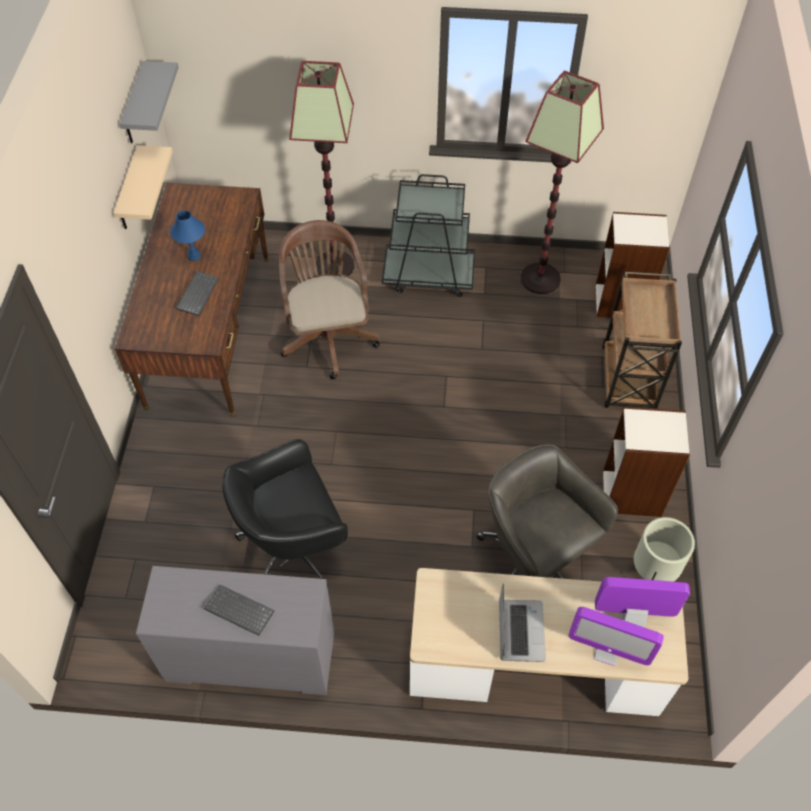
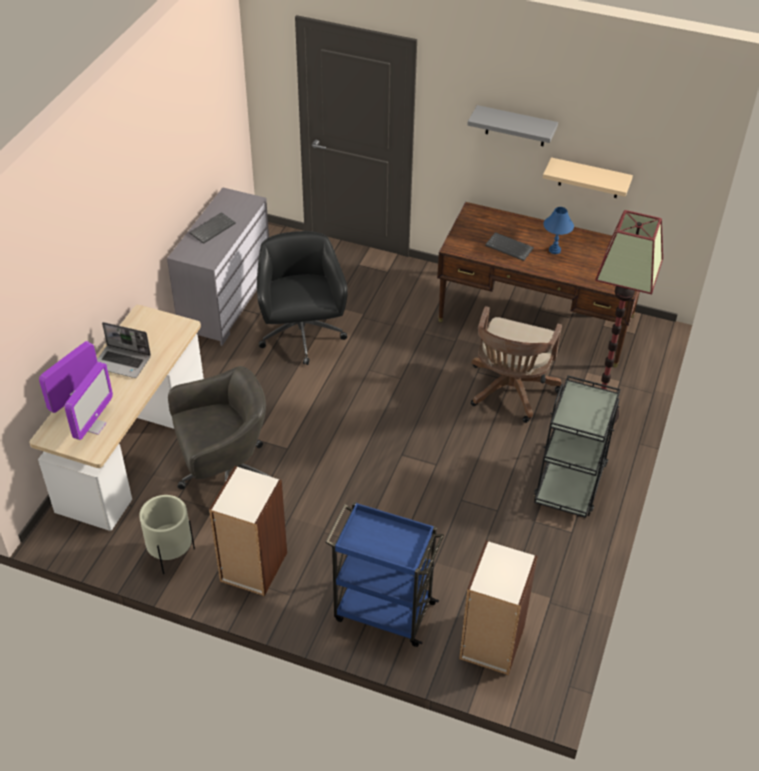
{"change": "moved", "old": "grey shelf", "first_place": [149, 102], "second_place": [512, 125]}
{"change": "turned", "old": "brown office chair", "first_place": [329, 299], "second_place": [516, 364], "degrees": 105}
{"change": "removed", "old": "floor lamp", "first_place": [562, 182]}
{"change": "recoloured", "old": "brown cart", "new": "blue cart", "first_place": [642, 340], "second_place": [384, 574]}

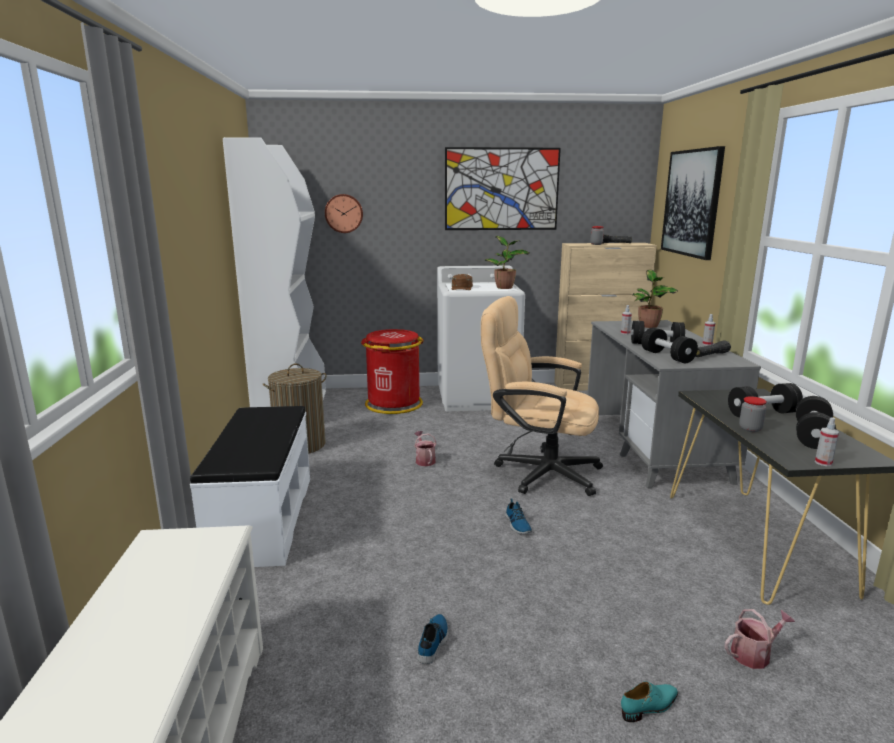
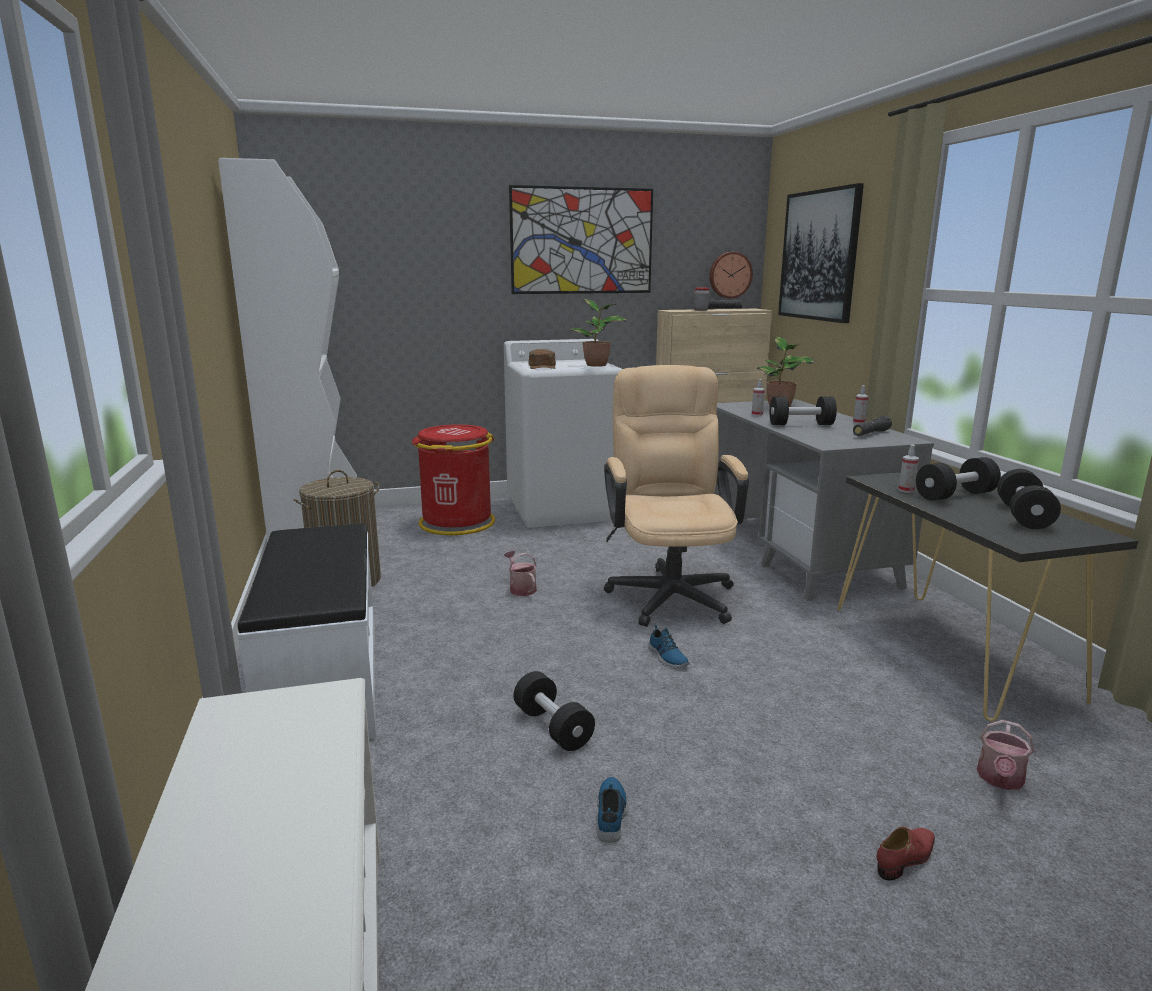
{"change": "moved", "old": "wall clock", "first_place": [344, 213], "second_place": [731, 275]}
{"change": "turned", "old": "beige office chair", "first_place": [542, 396], "second_place": [676, 496], "degrees": 75}
{"change": "recoloured", "old": "turquoise shoe", "new": "red shoe", "first_place": [649, 701], "second_place": [906, 853]}
{"change": "moved", "old": "black dumbbell", "first_place": [669, 345], "second_place": [554, 711]}
{"change": "turned", "old": "watering can", "first_place": [759, 639], "second_place": [1005, 755], "degrees": 150}
{"change": "removed", "old": "jar", "first_place": [753, 414]}
{"change": "moved", "old": "spray bottle", "first_place": [827, 442], "second_place": [909, 469]}

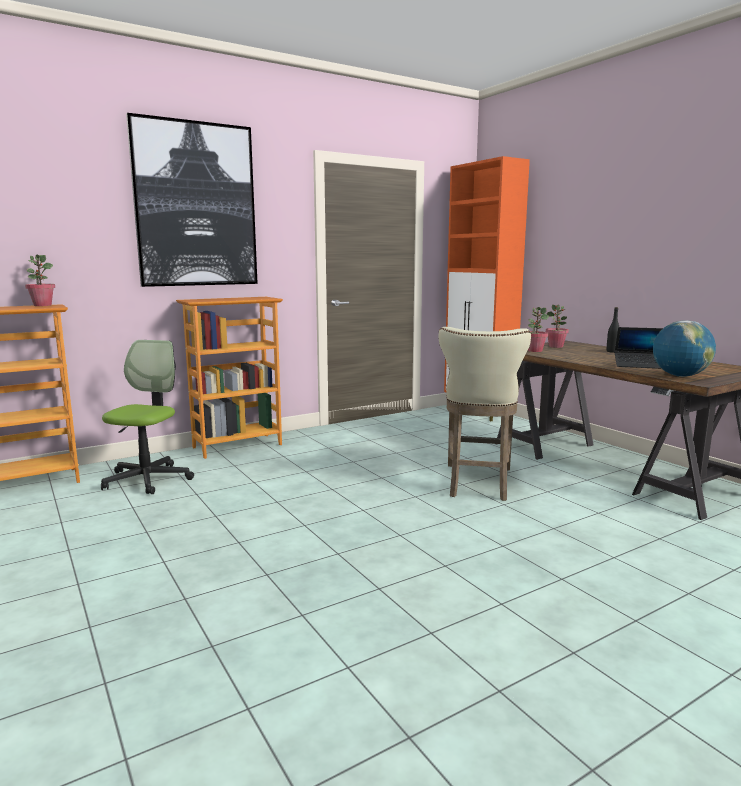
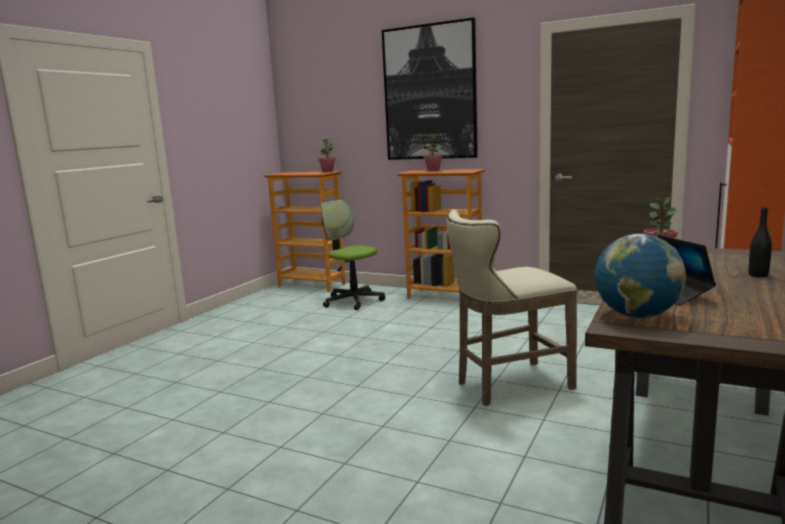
{"change": "turned", "old": "office chair", "first_place": [147, 417], "second_place": [353, 255], "degrees": -120}
{"change": "moved", "old": "potted plant", "first_place": [557, 326], "second_place": [433, 152]}

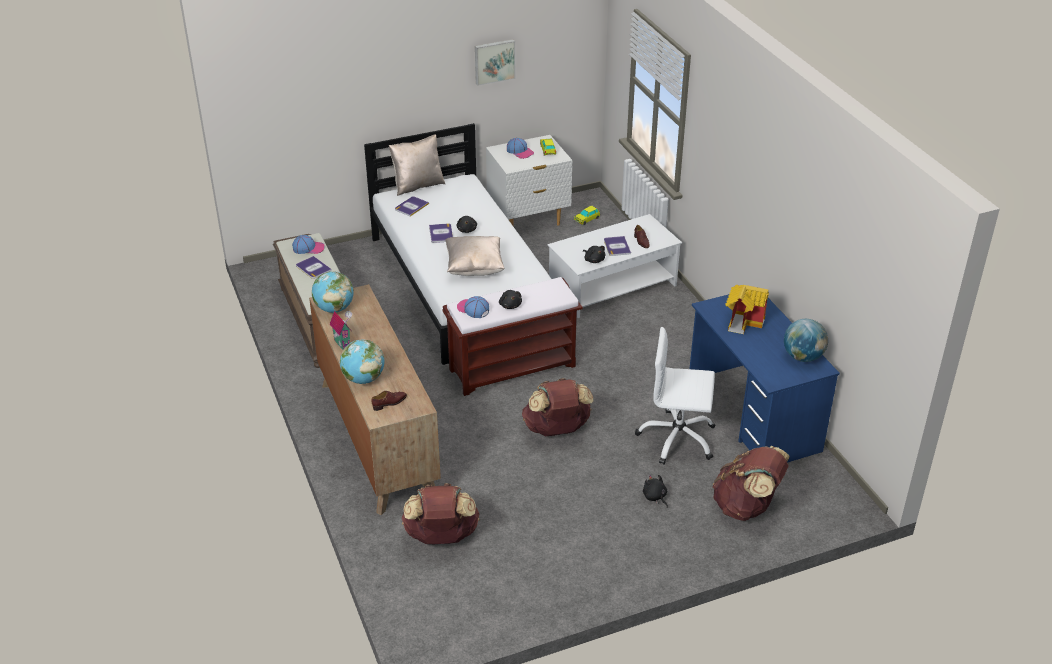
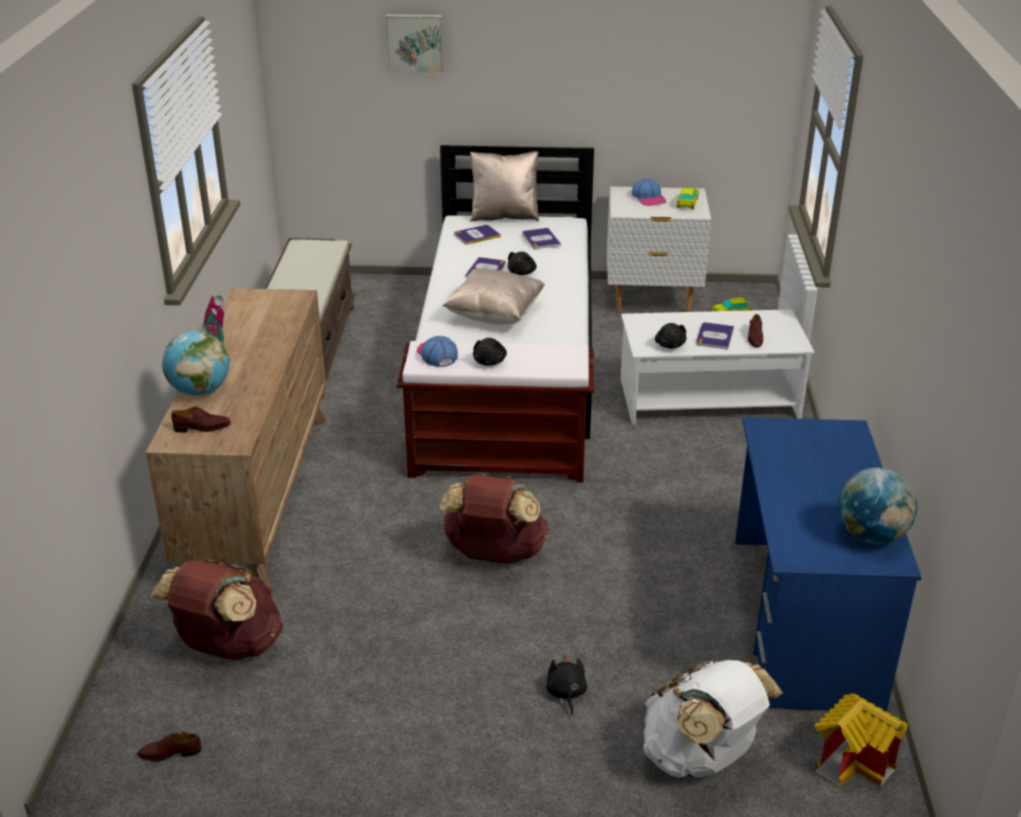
{"change": "removed", "old": "cap", "first_place": [308, 244]}
{"change": "moved", "old": "book", "first_place": [314, 267], "second_place": [541, 238]}
{"change": "removed", "old": "globe", "first_place": [333, 292]}
{"change": "moved", "old": "picture", "first_place": [495, 62], "second_place": [414, 43]}
{"change": "removed", "old": "white office chair", "first_place": [675, 396]}
{"change": "recoloured", "old": "brown backpack", "new": "white backpack", "first_place": [751, 483], "second_place": [713, 719]}
{"change": "moved", "old": "toy house", "first_place": [747, 309], "second_place": [861, 740]}
{"change": "added", "new": "brown shoe", "second_place": [169, 746]}

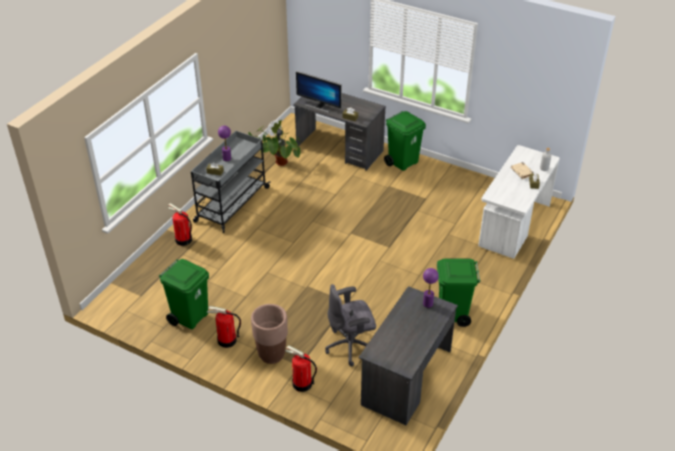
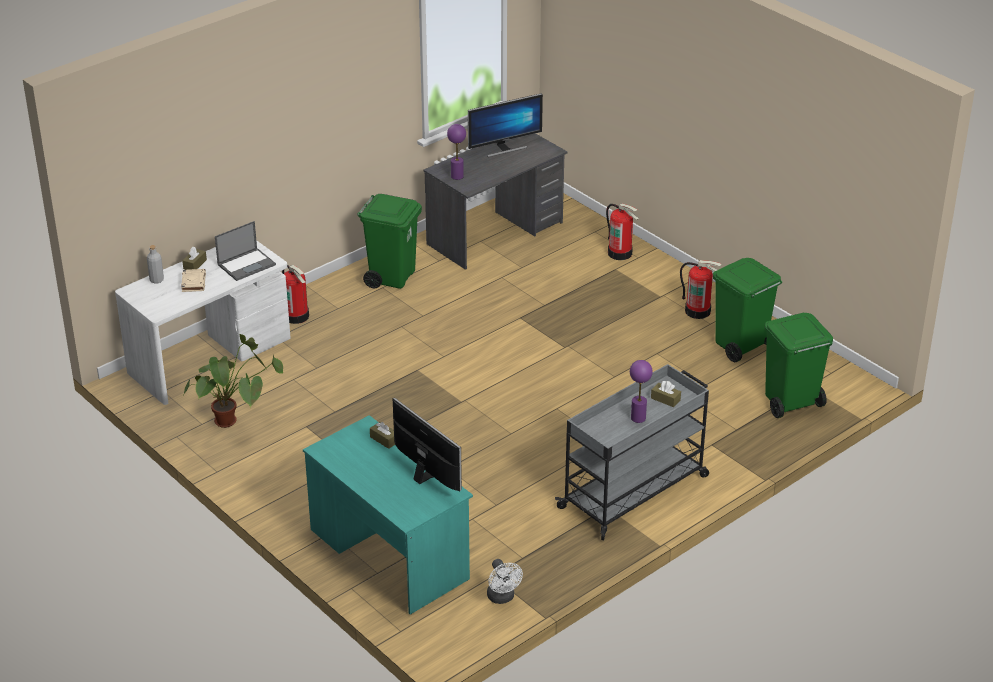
{"change": "moved", "old": "fire extinguisher", "first_place": [180, 224], "second_place": [295, 294]}
{"change": "moved", "old": "potted plant", "first_place": [274, 143], "second_place": [233, 381]}
{"change": "removed", "old": "brown planter", "first_place": [269, 334]}
{"change": "recoloured", "old": "grey desk", "new": "turquoise desk", "first_place": [339, 132], "second_place": [388, 515]}
{"change": "removed", "old": "grey office chair", "first_place": [350, 325]}
{"change": "moved", "old": "green trash can", "first_place": [405, 141], "second_place": [799, 365]}
{"change": "added", "new": "laptop", "second_place": [245, 251]}
{"change": "added", "new": "monitor", "second_place": [505, 125]}

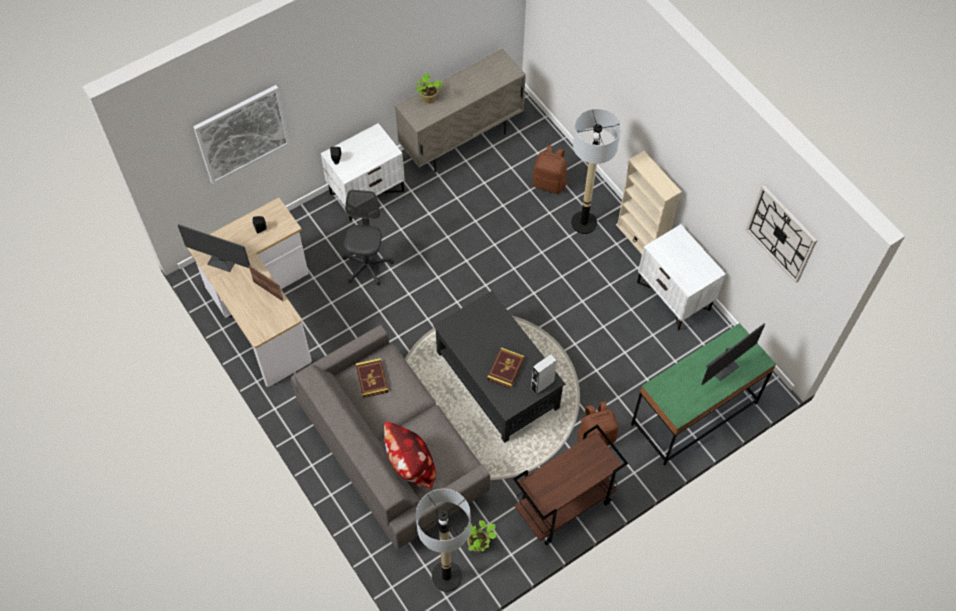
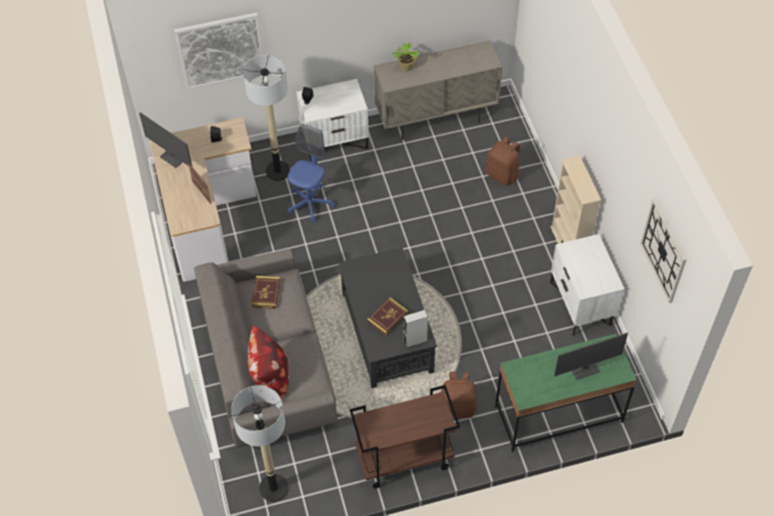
{"change": "recoloured", "old": "grey office chair", "new": "blue office chair", "first_place": [368, 237], "second_place": [311, 173]}
{"change": "removed", "old": "potted plant", "first_place": [480, 536]}
{"change": "moved", "old": "floor lamp", "first_place": [596, 171], "second_place": [266, 118]}

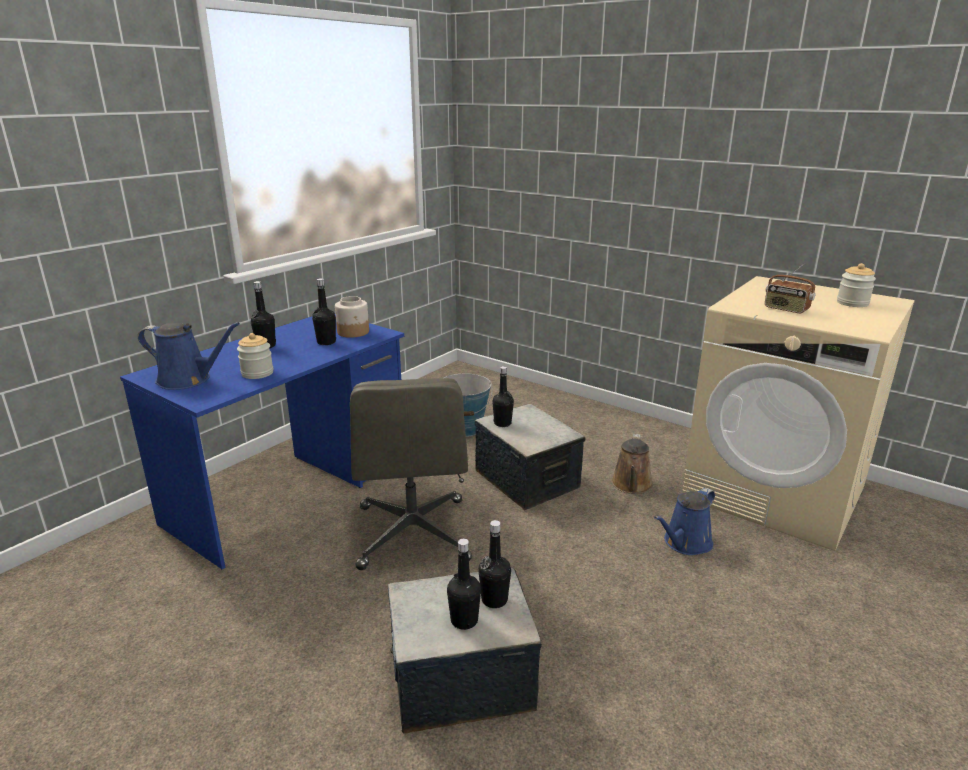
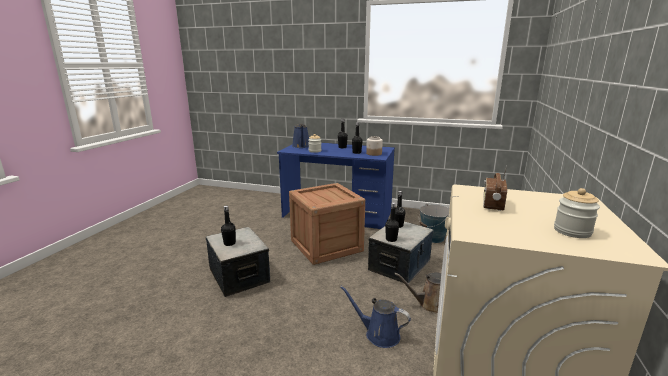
{"change": "replaced", "old": "grey office chair", "new": "crate", "first_place": [411, 474], "second_place": [327, 224]}
{"change": "moved", "old": "black bottle", "first_place": [494, 564], "second_place": [392, 222]}

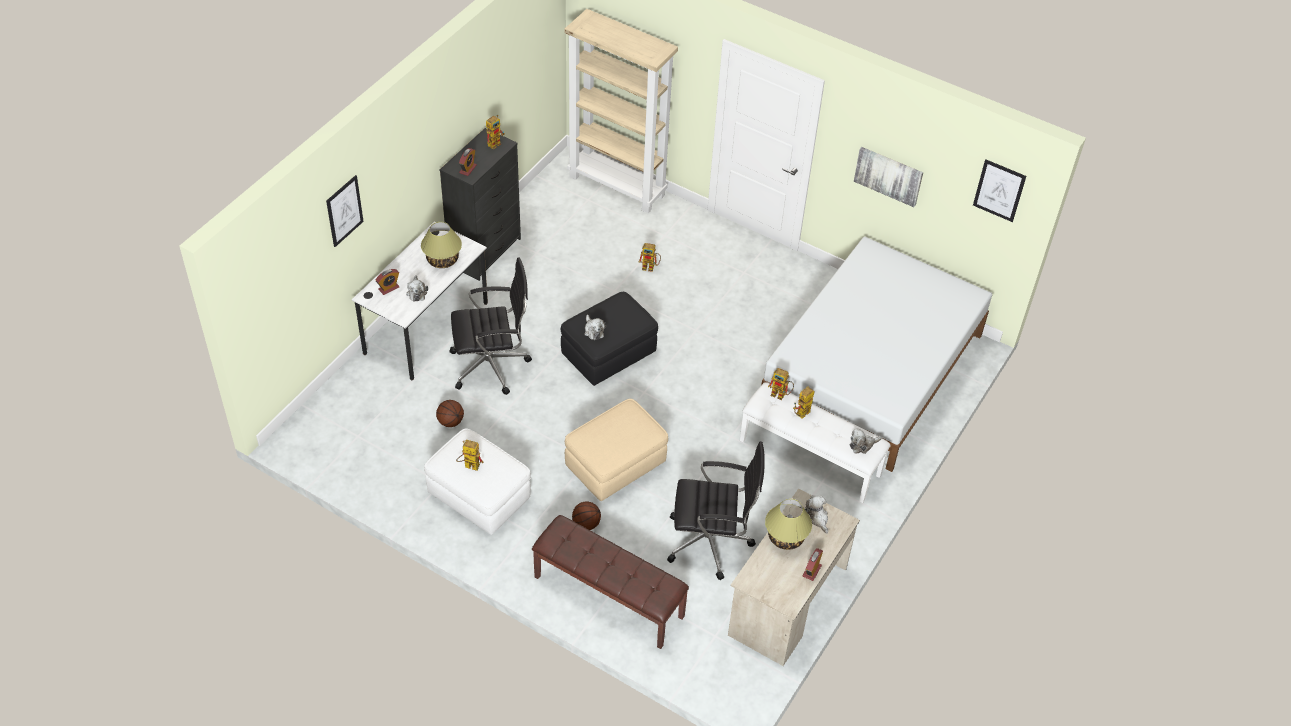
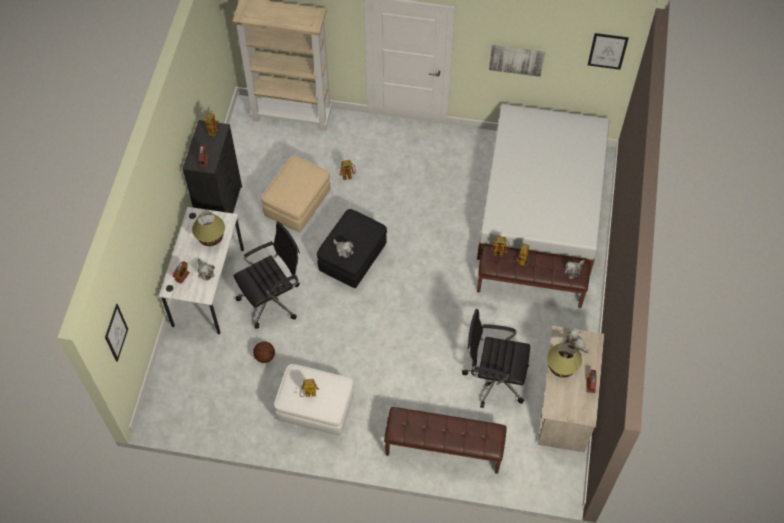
{"change": "moved", "old": "picture", "first_place": [345, 211], "second_place": [116, 333]}
{"change": "moved", "old": "beige ottoman", "first_place": [616, 450], "second_place": [296, 194]}
{"change": "removed", "old": "basketball", "first_place": [586, 515]}
{"change": "turned", "old": "black office chair", "first_place": [716, 510], "second_place": [496, 358], "degrees": -150}
{"change": "recoloured", "old": "white bench", "new": "brown bench", "first_place": [815, 442], "second_place": [533, 277]}

